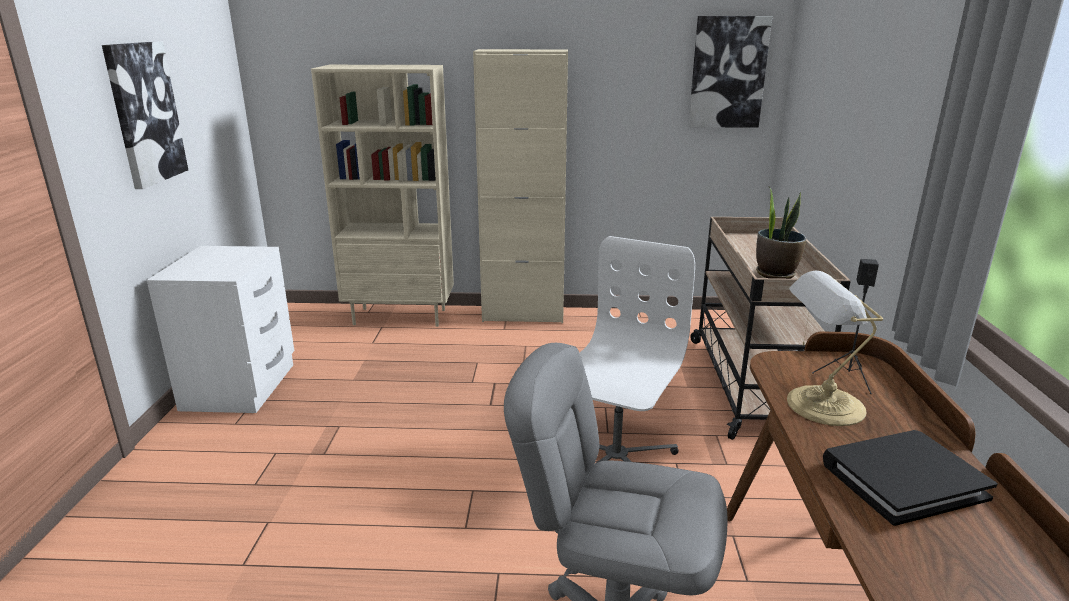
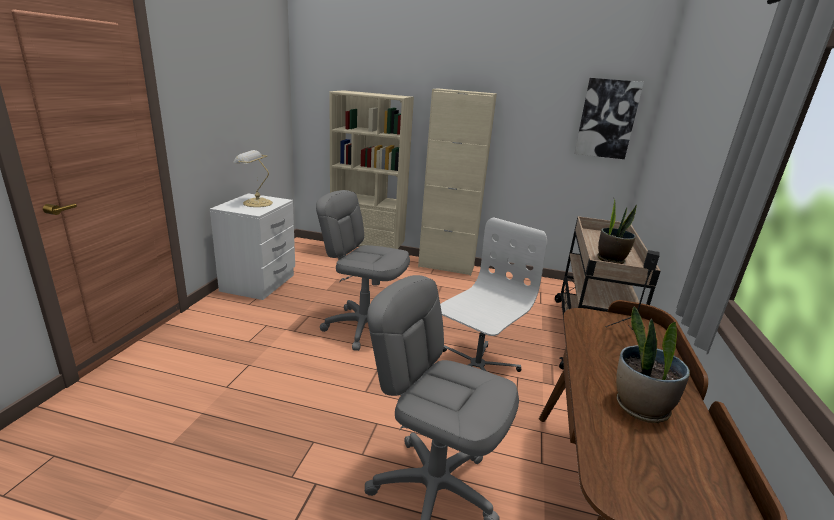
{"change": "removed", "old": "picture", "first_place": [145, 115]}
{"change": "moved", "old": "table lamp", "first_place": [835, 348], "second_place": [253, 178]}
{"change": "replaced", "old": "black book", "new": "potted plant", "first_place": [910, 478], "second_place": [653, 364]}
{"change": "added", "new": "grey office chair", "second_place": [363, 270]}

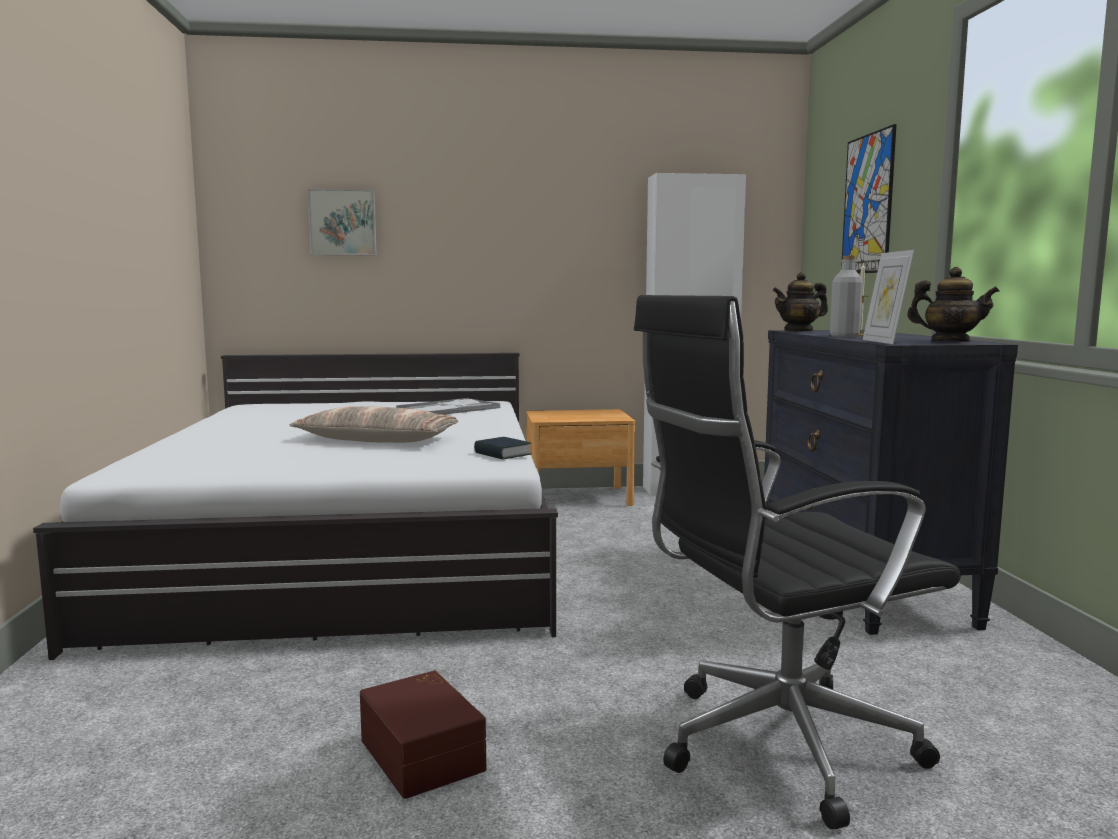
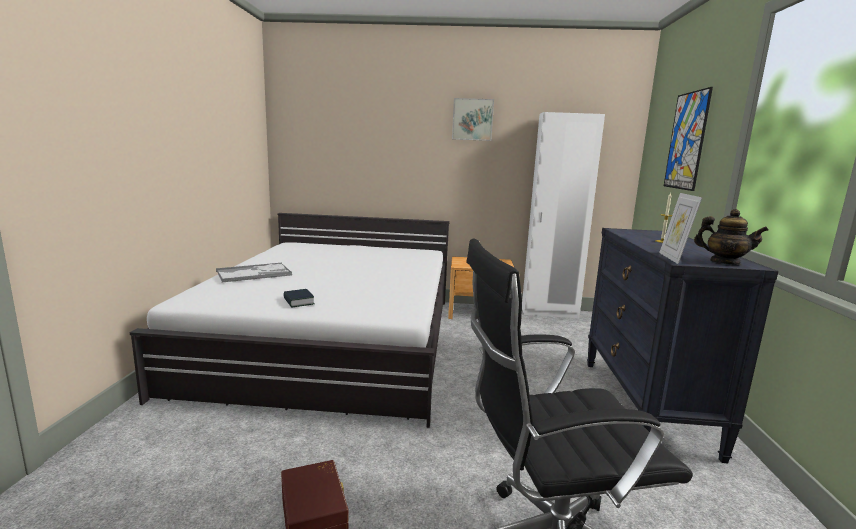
{"change": "removed", "old": "pillow", "first_place": [374, 424]}
{"change": "moved", "old": "picture", "first_place": [342, 222], "second_place": [473, 119]}
{"change": "moved", "old": "tray", "first_place": [448, 406], "second_place": [254, 272]}
{"change": "moved", "old": "book", "first_place": [502, 448], "second_place": [299, 298]}
{"change": "removed", "old": "teapot", "first_place": [800, 302]}
{"change": "removed", "old": "grey bottle", "first_place": [846, 296]}

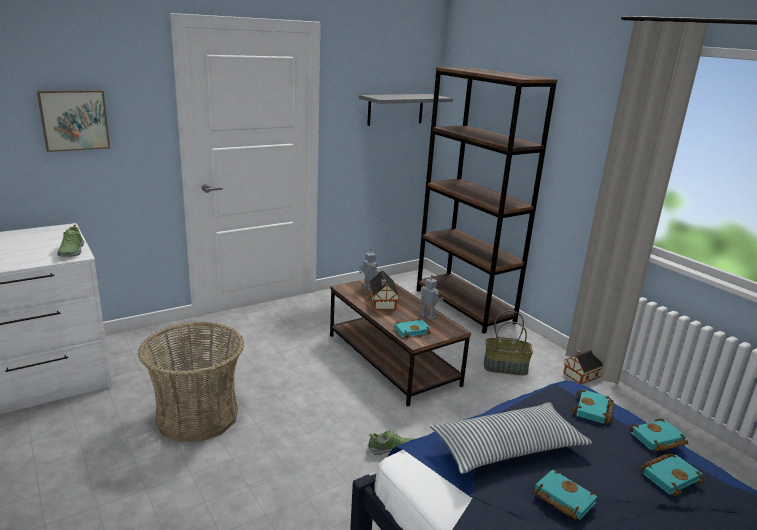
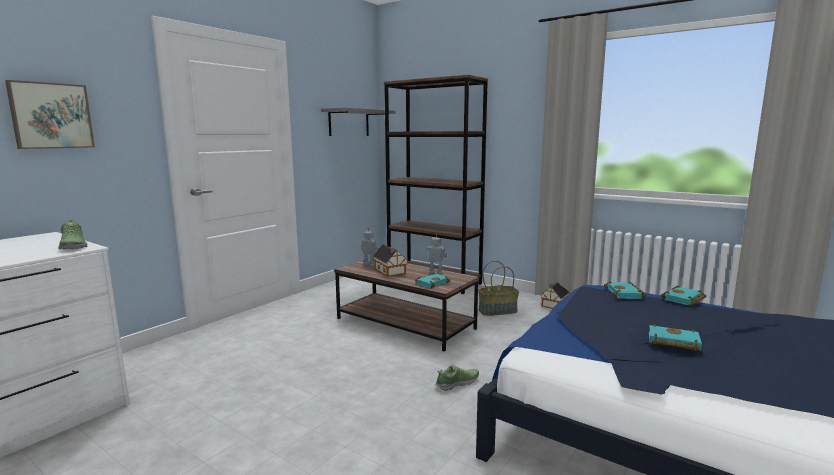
{"change": "removed", "old": "basket", "first_place": [191, 382]}
{"change": "removed", "old": "pillow", "first_place": [511, 438]}
{"change": "removed", "old": "turquoise book", "first_place": [673, 475]}

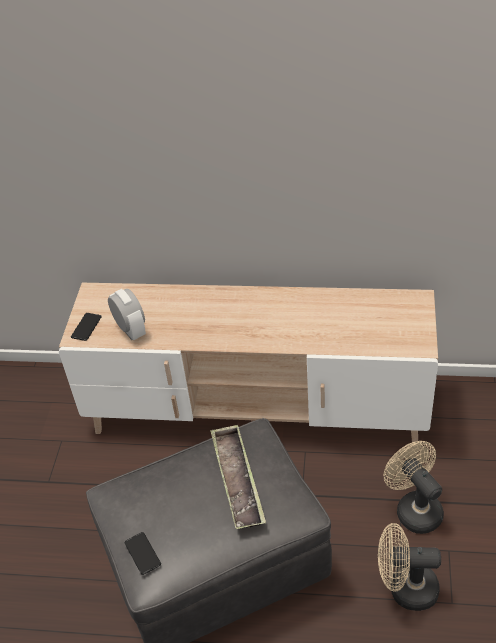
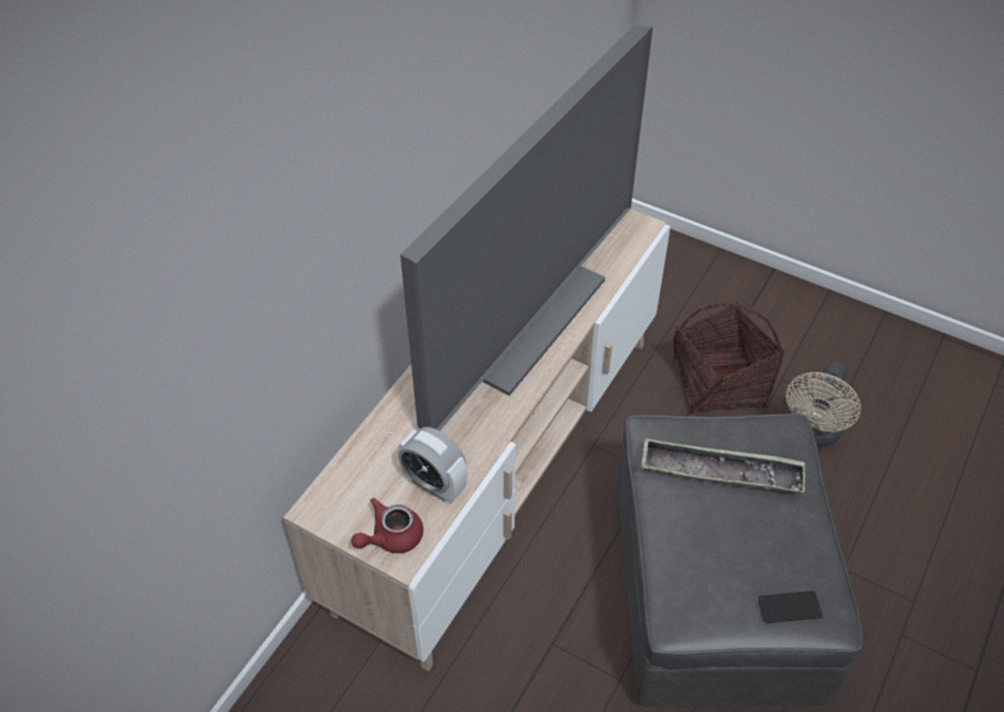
{"change": "replaced", "old": "phone", "new": "red teapot", "first_place": [86, 327], "second_place": [387, 525]}
{"change": "turned", "old": "alarm clock", "first_place": [127, 314], "second_place": [432, 464], "degrees": -135}
{"change": "replaced", "old": "beige fan", "new": "basket", "first_place": [414, 487], "second_place": [728, 358]}
{"change": "added", "new": "television", "second_place": [526, 228]}

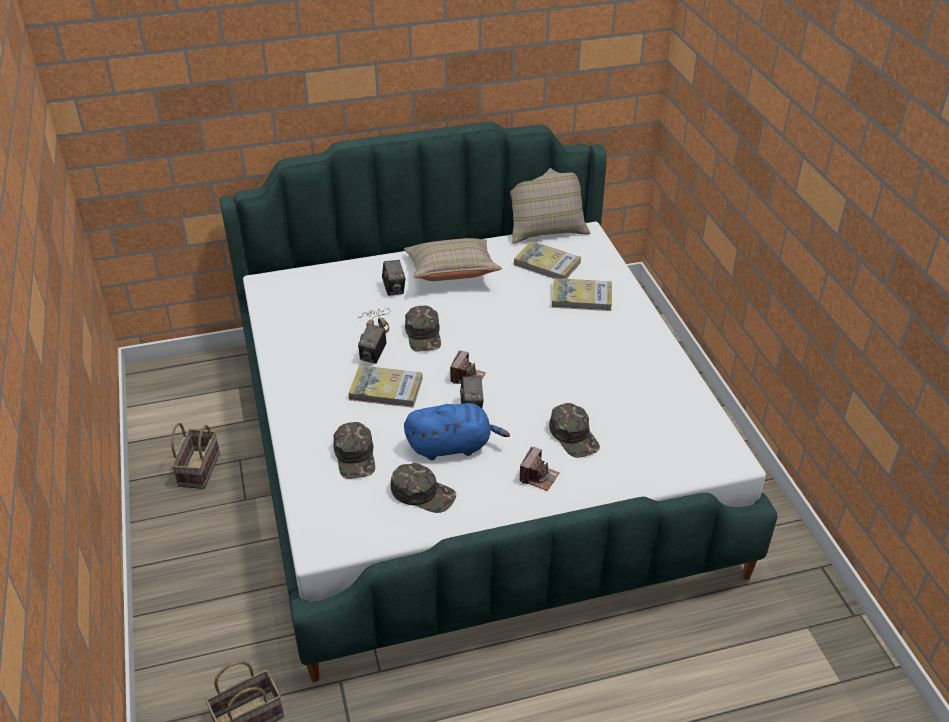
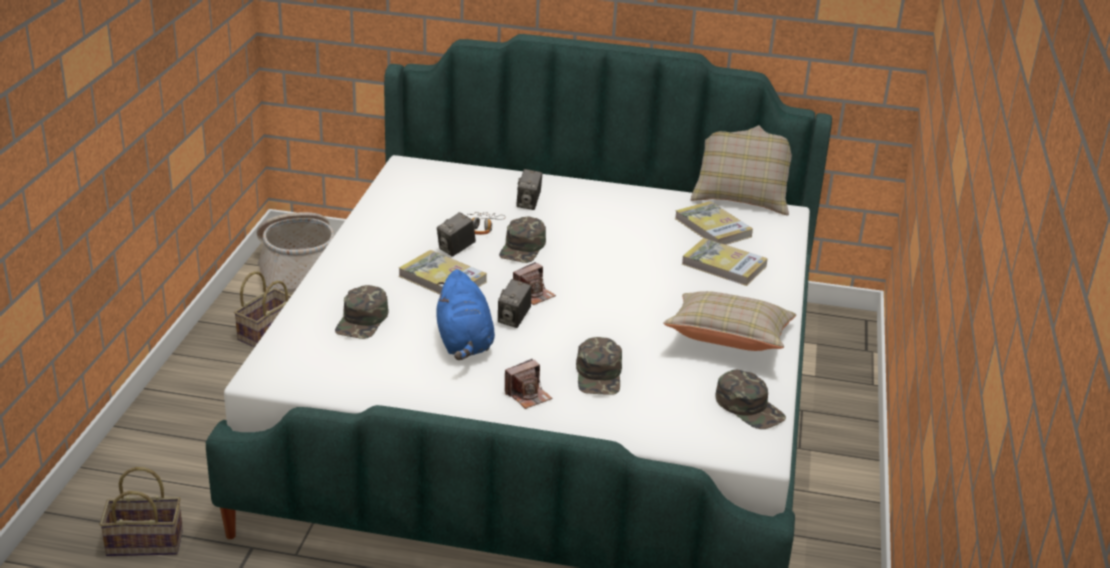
{"change": "moved", "old": "green cap", "first_place": [423, 488], "second_place": [751, 399]}
{"change": "moved", "old": "beige pillow", "first_place": [453, 259], "second_place": [729, 321]}
{"change": "turned", "old": "blue plush toy", "first_place": [457, 431], "second_place": [465, 314], "degrees": 60}
{"change": "added", "new": "basket", "second_place": [296, 252]}

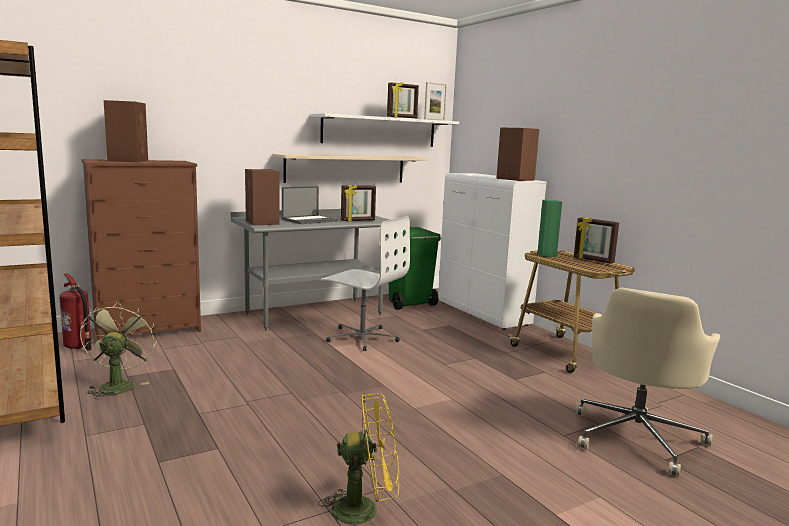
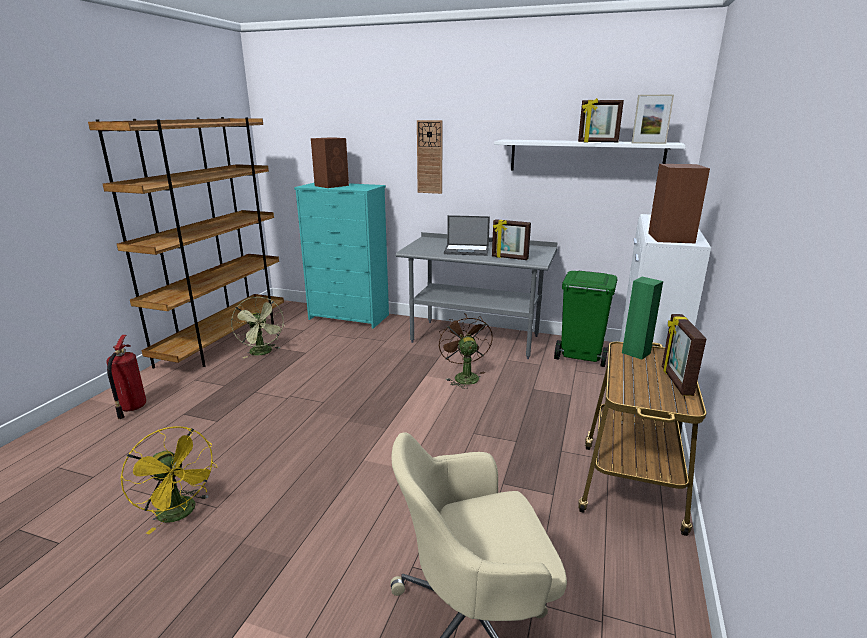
{"change": "moved", "old": "fire extinguisher", "first_place": [75, 312], "second_place": [126, 377]}
{"change": "turned", "old": "green fan", "first_place": [118, 350], "second_place": [258, 327], "degrees": 105}
{"change": "recoloured", "old": "brown dresser", "new": "turquoise dresser", "first_place": [141, 249], "second_place": [341, 256]}
{"change": "removed", "old": "brown speaker", "first_place": [262, 197]}
{"change": "removed", "old": "beige shelf", "first_place": [350, 168]}
{"change": "replaced", "old": "white office chair", "new": "brown fan", "first_place": [365, 283], "second_place": [465, 352]}
{"change": "added", "new": "wall clock", "second_place": [430, 157]}

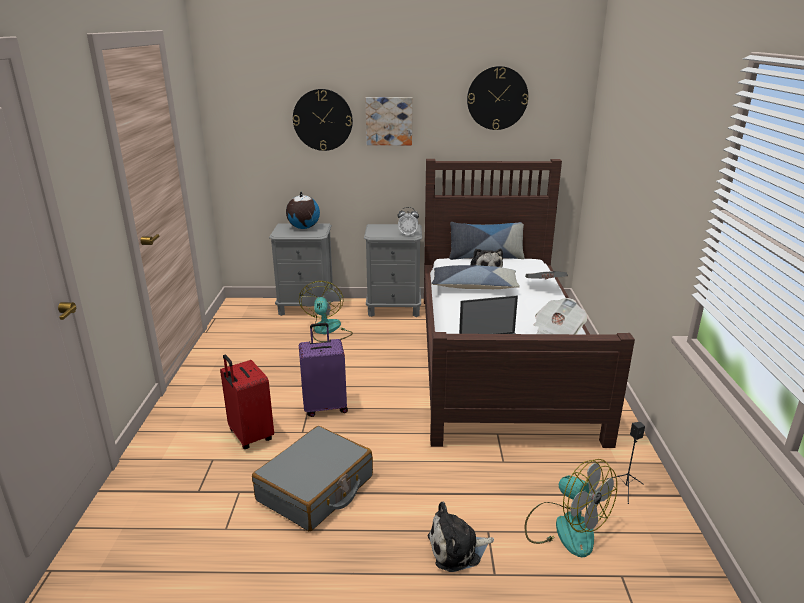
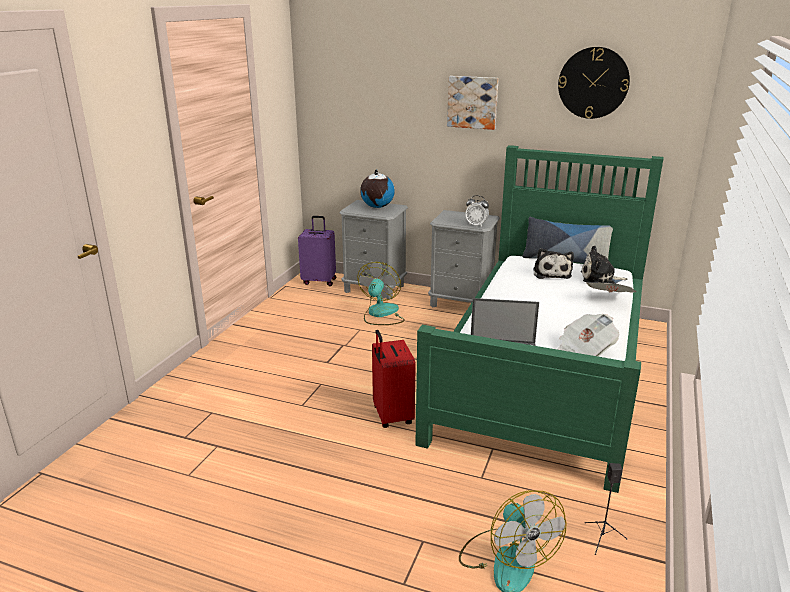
{"change": "moved", "old": "red suitcase", "first_place": [247, 401], "second_place": [394, 379]}
{"change": "removed", "old": "grey suitcase", "first_place": [312, 478]}
{"change": "removed", "old": "wall clock", "first_place": [323, 120]}
{"change": "moved", "old": "purple suitcase", "first_place": [323, 370], "second_place": [317, 251]}
{"change": "recoloured", "old": "brown bed", "new": "green bed", "first_place": [529, 303], "second_place": [539, 319]}
{"change": "moved", "old": "plush toy", "first_place": [461, 537], "second_place": [604, 265]}
{"change": "removed", "old": "pillow", "first_place": [475, 277]}

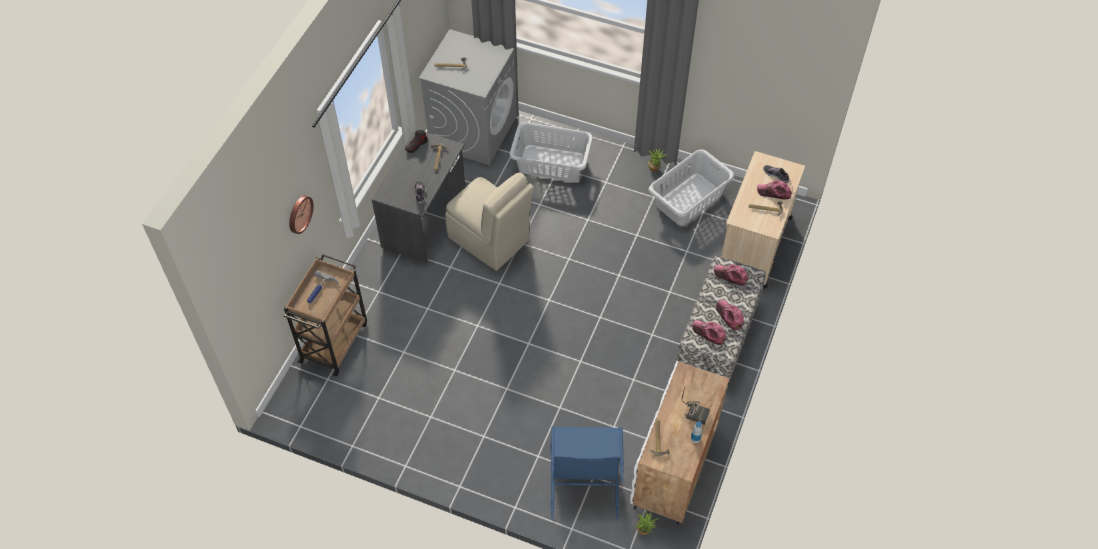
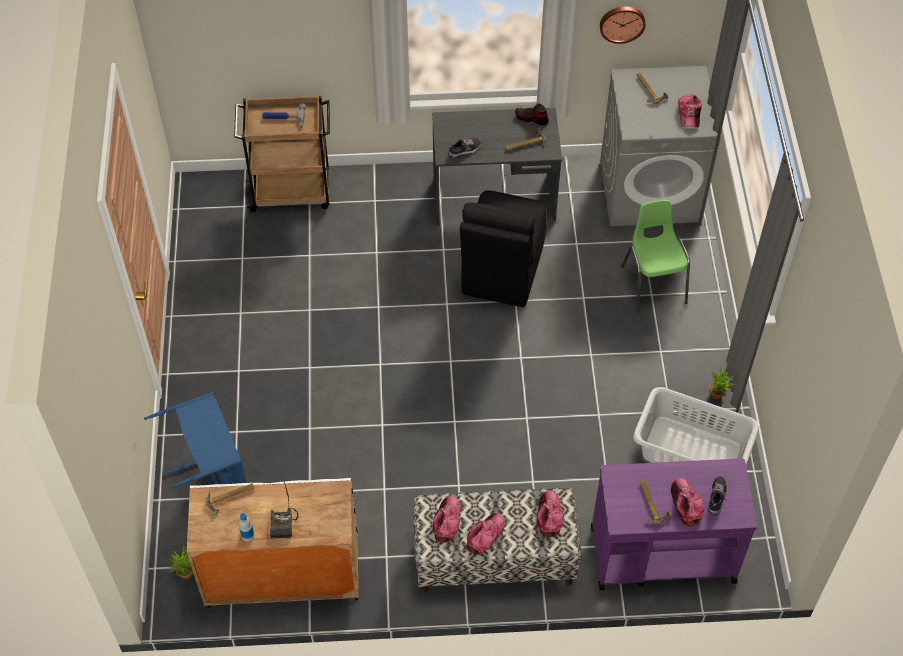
{"change": "moved", "old": "wall clock", "first_place": [301, 215], "second_place": [623, 25]}
{"change": "recoloured", "old": "beige chair", "new": "black chair", "first_place": [489, 222], "second_place": [503, 249]}
{"change": "replaced", "old": "grey laundry basket", "new": "green chair", "first_place": [551, 152], "second_place": [655, 256]}
{"change": "recoloured", "old": "beige cart", "new": "purple cart", "first_place": [763, 220], "second_place": [674, 524]}
{"change": "added", "new": "cap", "second_place": [690, 111]}

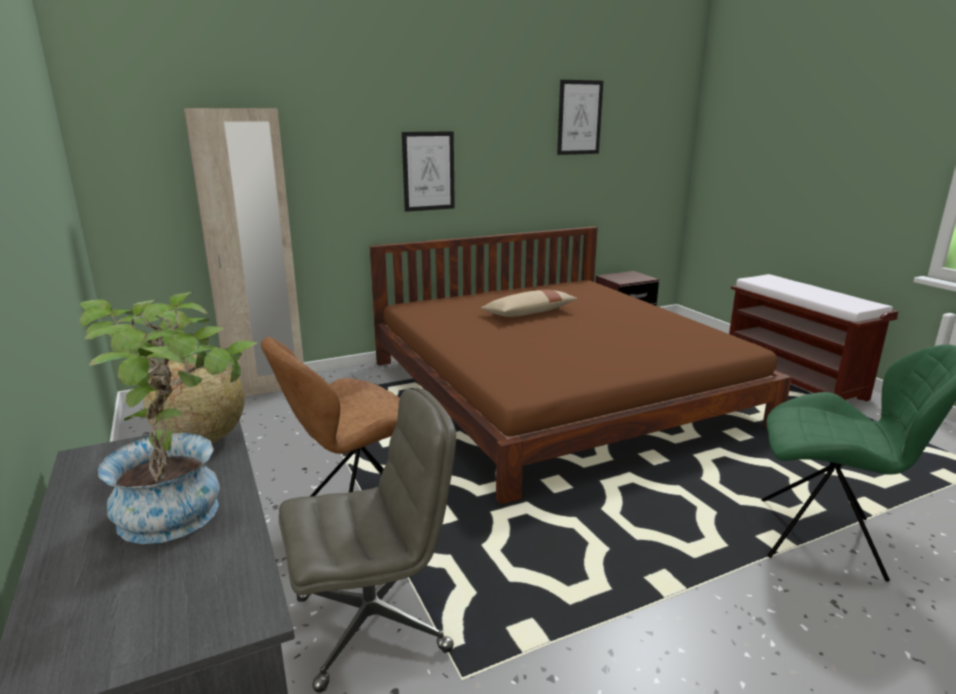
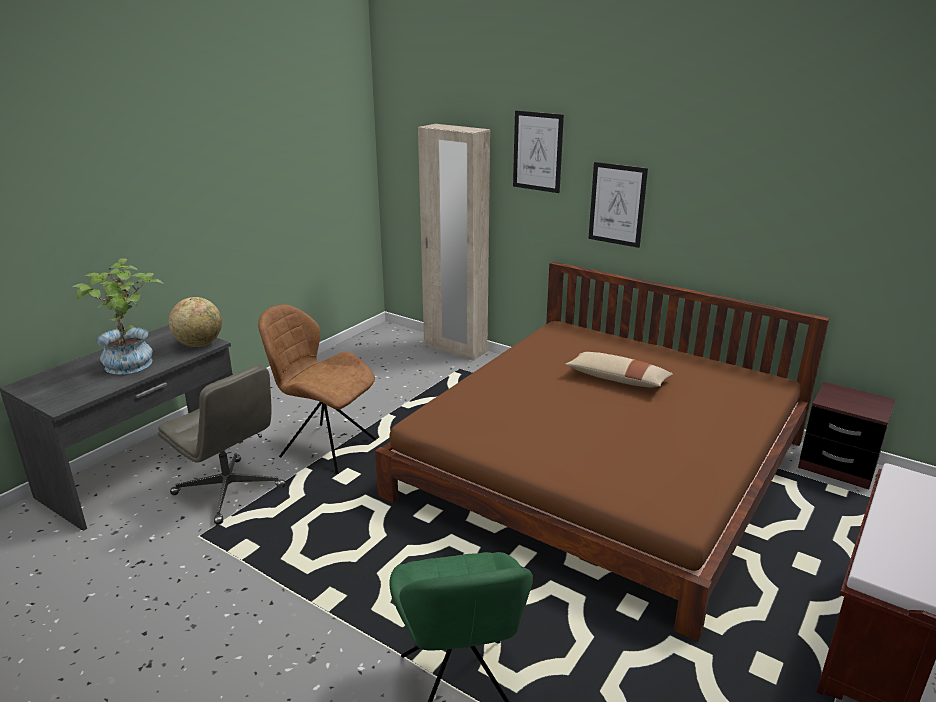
{"change": "moved", "old": "picture", "first_place": [580, 117], "second_place": [538, 152]}

